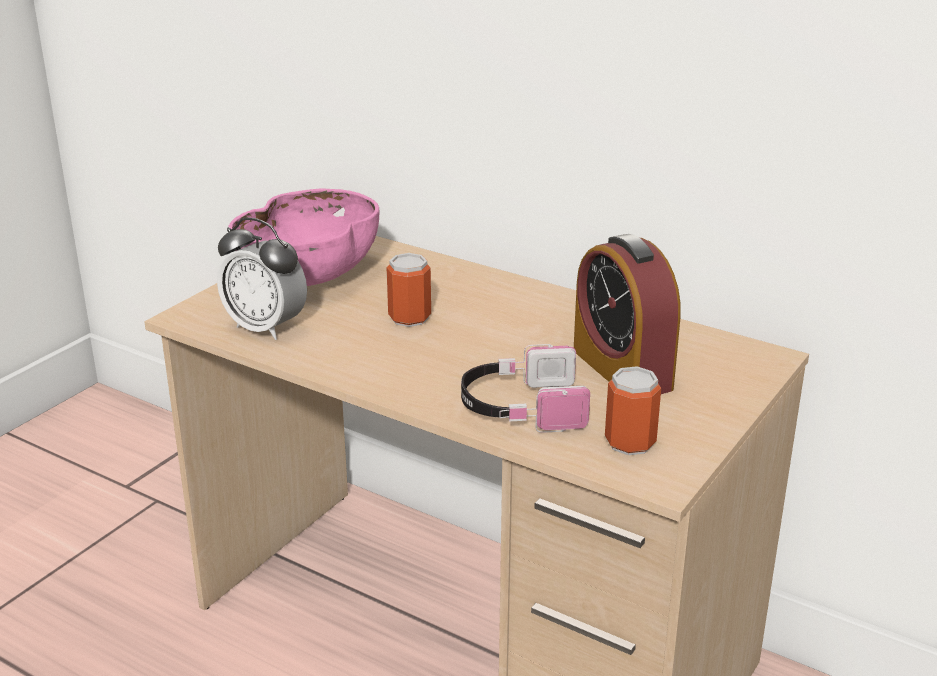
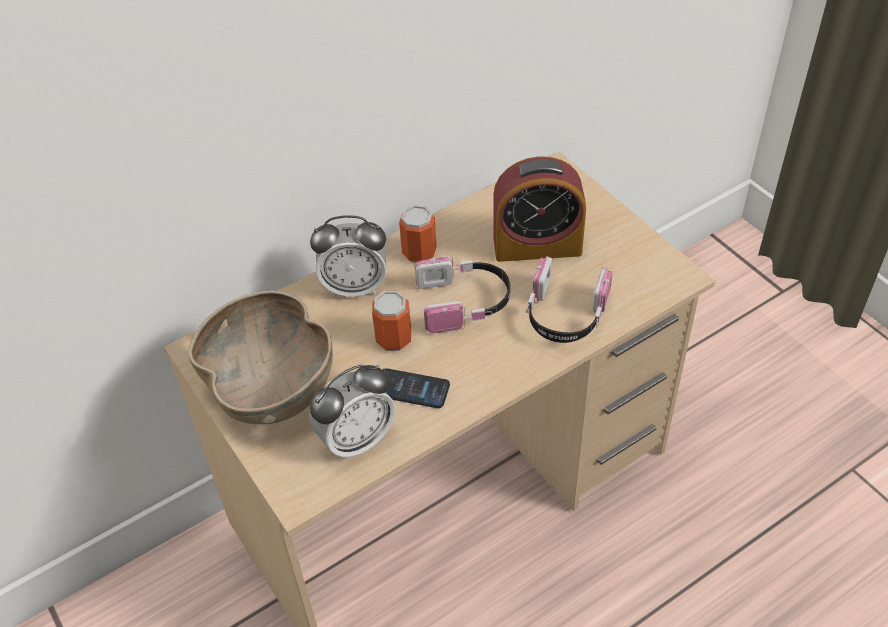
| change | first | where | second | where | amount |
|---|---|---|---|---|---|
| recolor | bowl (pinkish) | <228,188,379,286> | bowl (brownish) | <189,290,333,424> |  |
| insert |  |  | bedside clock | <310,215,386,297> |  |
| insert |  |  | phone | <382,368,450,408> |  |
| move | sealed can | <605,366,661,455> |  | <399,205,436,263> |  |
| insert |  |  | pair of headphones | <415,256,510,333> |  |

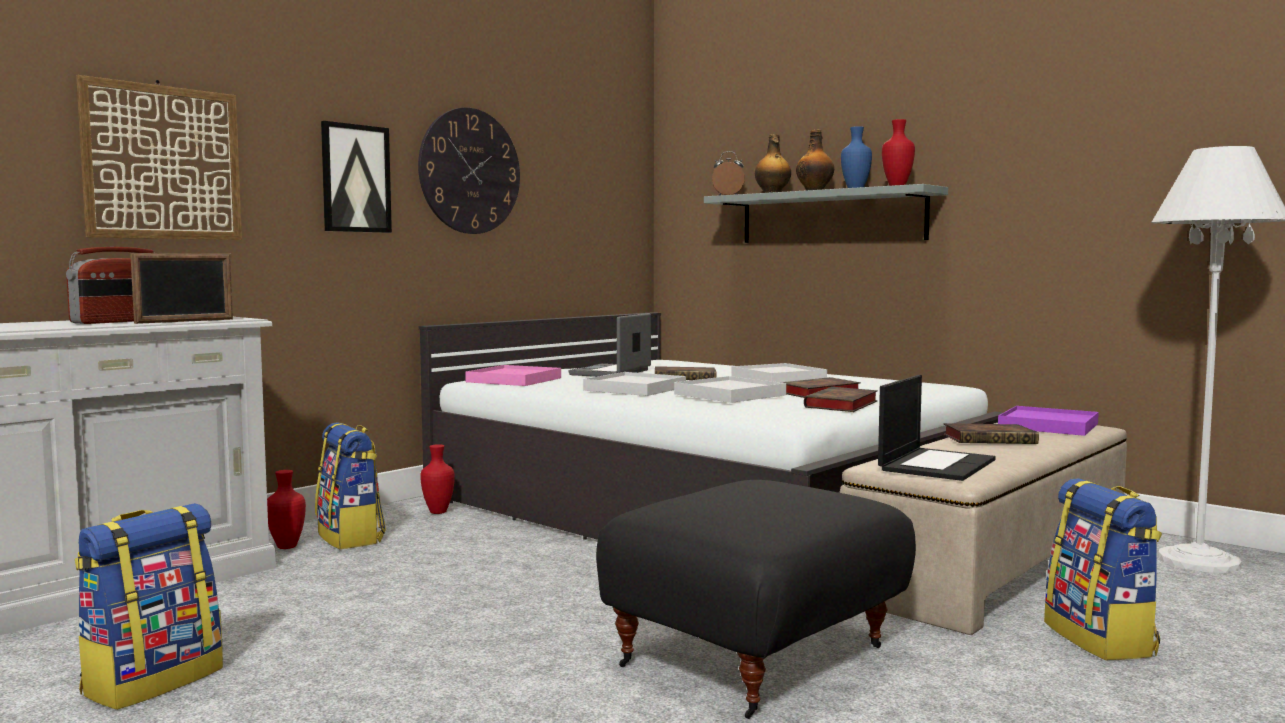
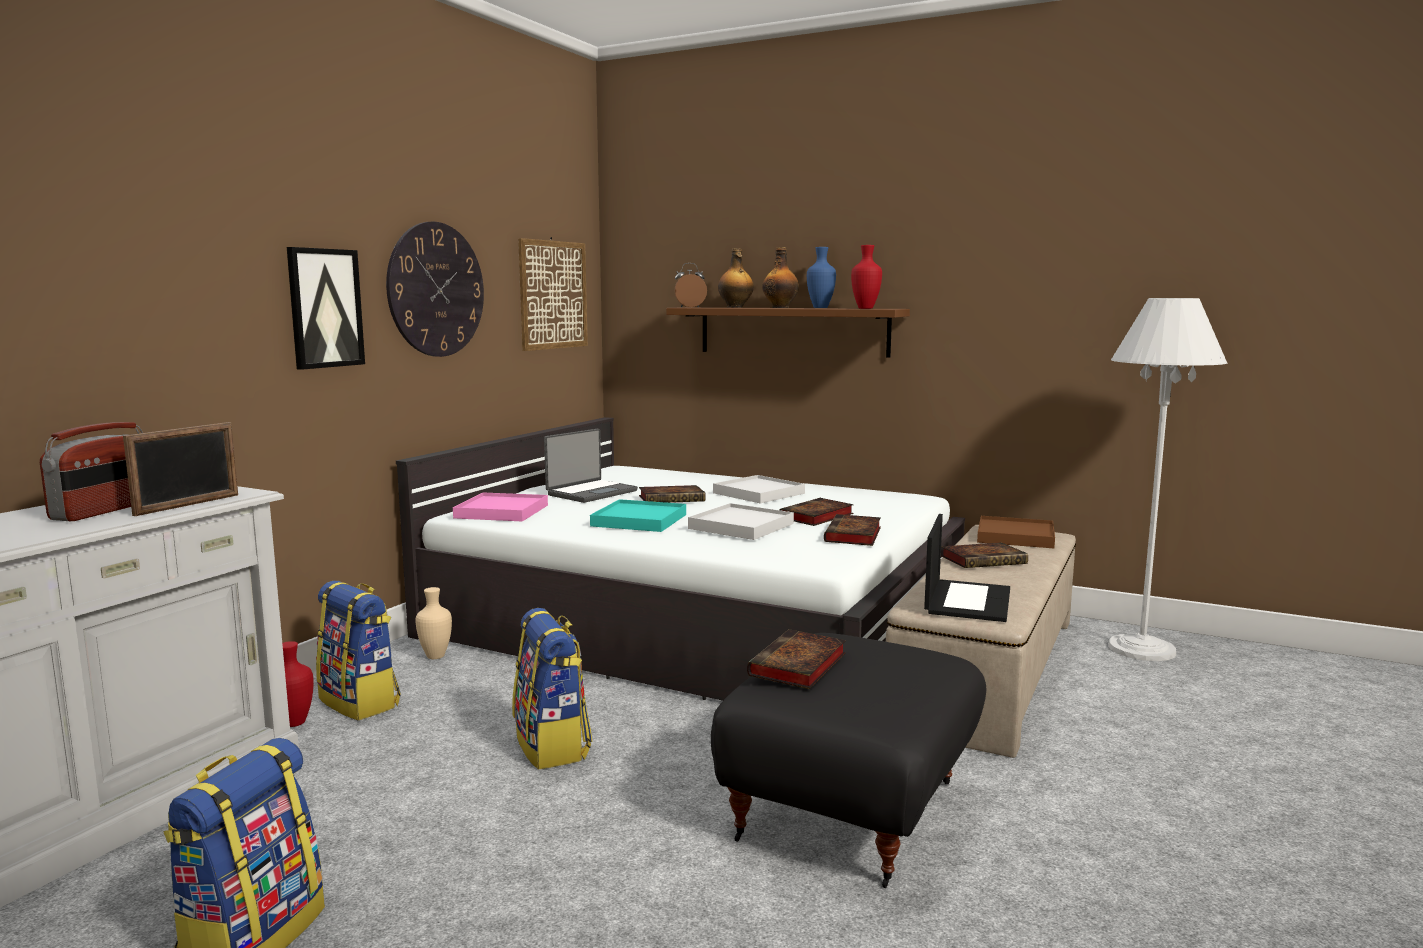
| change | first | where | second | where | amount |
|---|---|---|---|---|---|
| recolor | decorative vase (red-coloured) | <420,444,455,514> | decorative vase (beige) | <416,587,452,659> |  |
| move | backpack | <1044,478,1162,660> |  | <512,608,593,770> |  |
| move | wall art | <76,75,242,240> |  | <518,237,588,351> |  |
| rotate | notebook computer | <569,313,651,377> |  | <544,429,638,503> | 150 degrees counterclockwise |
| recolor | tray (white) | <583,372,686,396> | tray (turquoise-coloured) | <590,499,686,532> |  |
| recolor | bracket shelf (grey) | <704,184,948,243> | bracket shelf (brownish) | <666,307,910,358> |  |
| insert |  |  | book | <747,629,846,689> |  |
| recolor | tray (purple) | <998,406,1099,436> | tray (brownish) | <977,516,1055,548> |  |

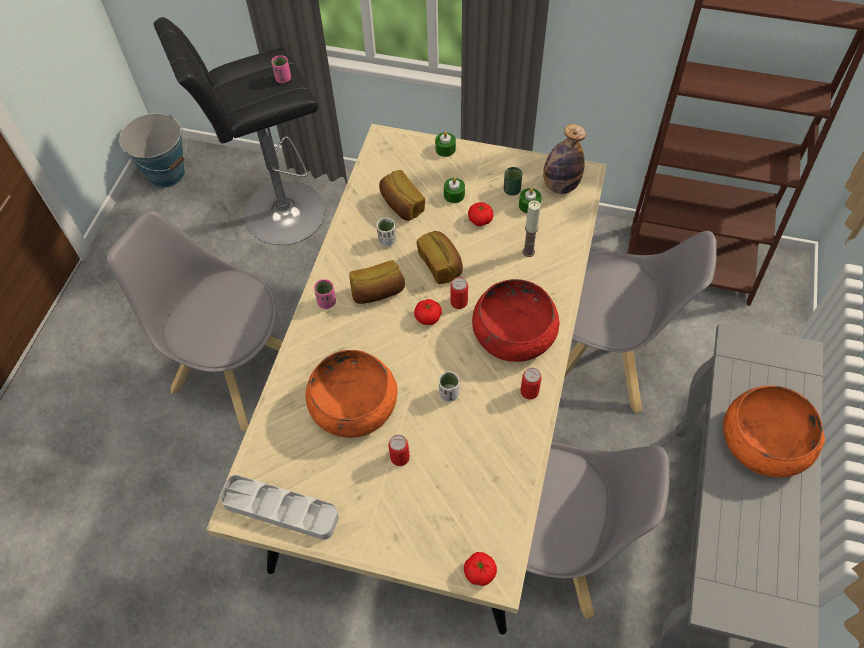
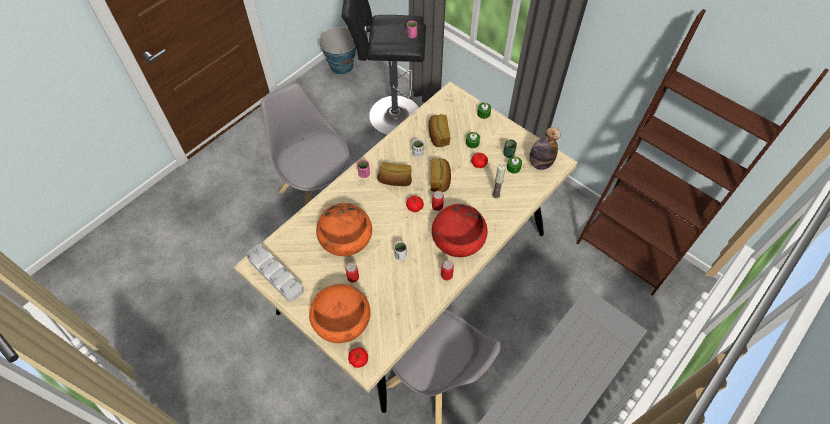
| change | first | where | second | where | amount |
|---|---|---|---|---|---|
| move | bowl (orange-coloured) | <723,386,825,477> |  | <309,284,371,343> |  |
| delete | upright chair (grey) | <564,231,717,413> |  |  |  |

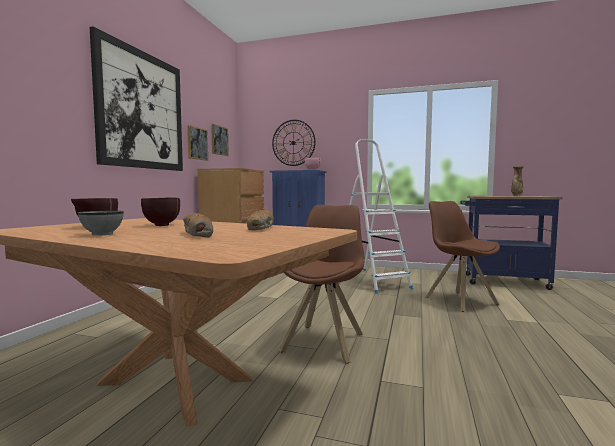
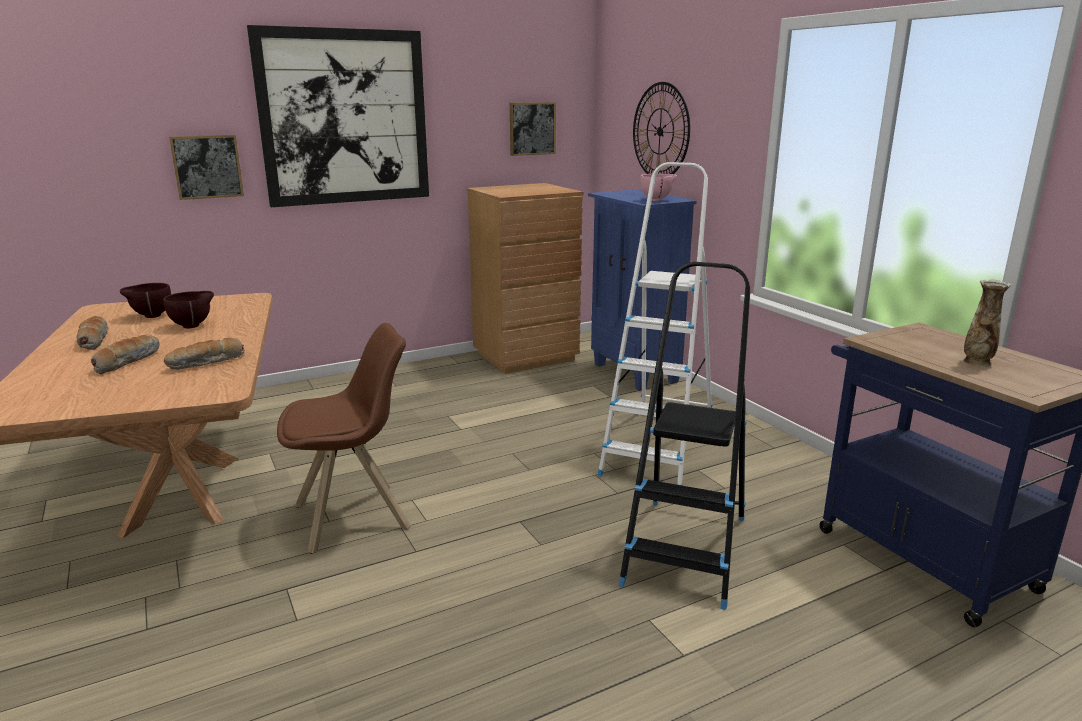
| change | first | where | second | where | amount |
|---|---|---|---|---|---|
| replace | bowl (grey) | <78,211,124,236> | bread | <77,316,109,350> |  |
| move | wall art | <187,125,208,161> |  | <169,135,244,200> |  |
| replace | upright chair (brownish) | <425,201,500,312> | stepladder (black) | <619,262,750,610> |  |

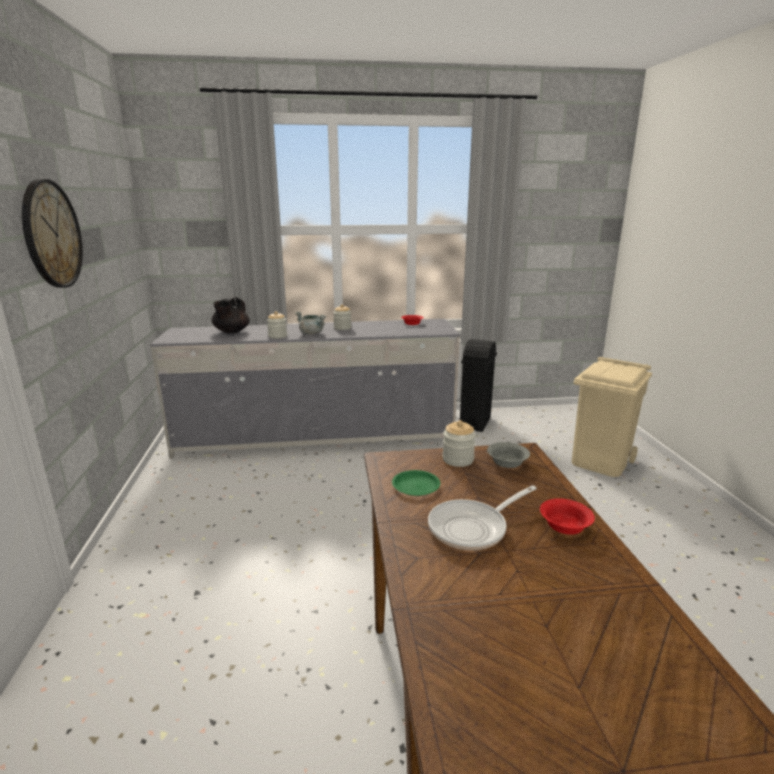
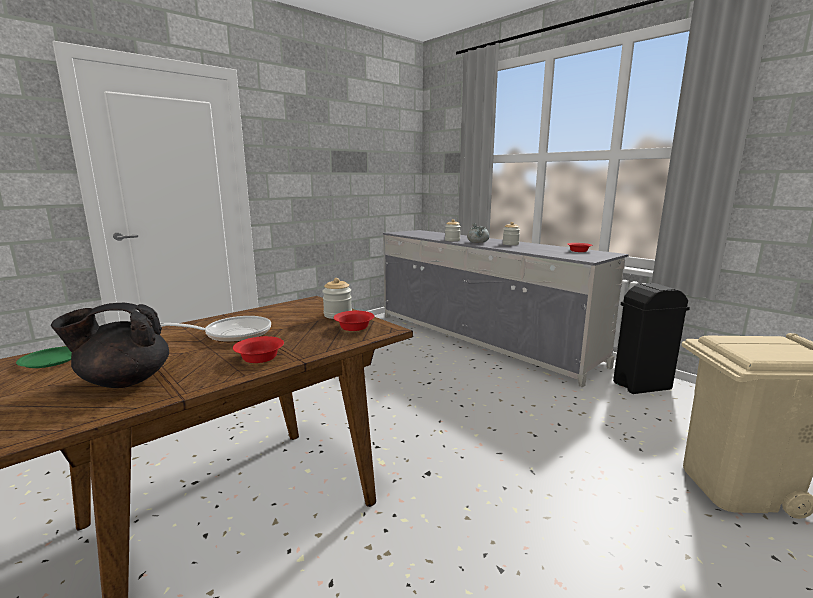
| change | first | where | second | where | amount |
|---|---|---|---|---|---|
| move | flat dish (greenish) | <392,470,440,496> |  | <16,346,72,368> |  |
| move | teapot (black) | <212,297,250,333> |  | <51,303,169,388> |  |
| rotate | skillet | <428,485,537,550> |  | <160,316,271,342> | 150 degrees clockwise |
| recolor | bowl (grey) | <487,442,530,468> | bowl (red-coloured) | <334,311,374,331> |  |
| delete | hanging clock | <22,179,83,288> |  |  |  |

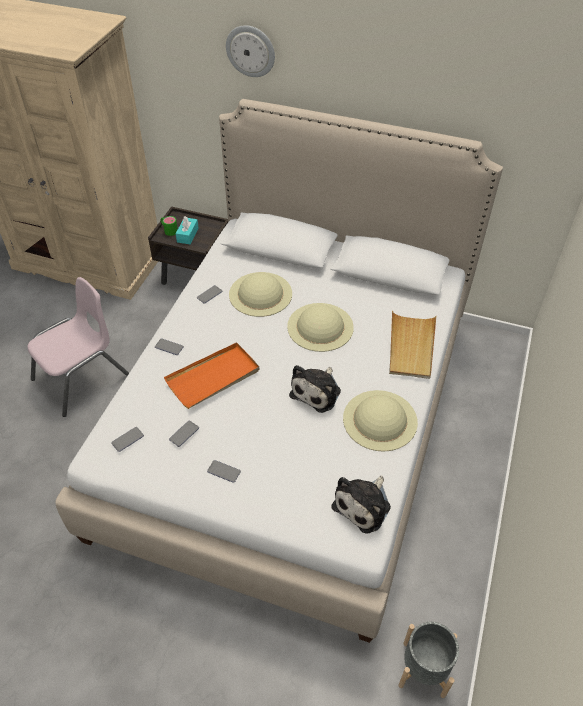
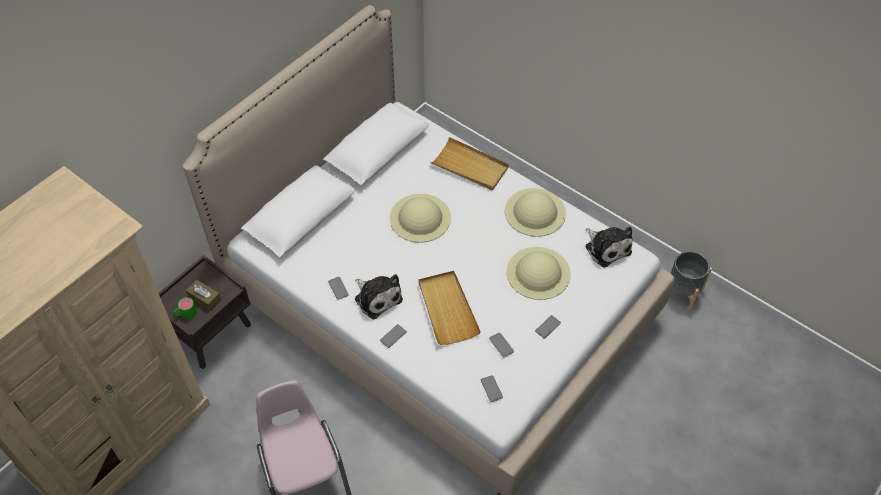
| change | first | where | second | where | amount |
|---|---|---|---|---|---|
| recolor | tissue holder (turquoise-coloured) | <176,216,199,244> | tissue holder (brownish) | <186,279,221,311> |  |
| move | plush toy | <289,365,341,413> |  | <355,274,403,319> |  |
| recolor | tray (orange-coloured) | <164,342,259,409> | tray (beige) | <418,271,481,345> |  |
| move | clothing hat (beige) | <229,272,292,317> |  | <506,247,571,300> |  |
| delete | hanging clock | <226,25,275,77> |  |  |  |

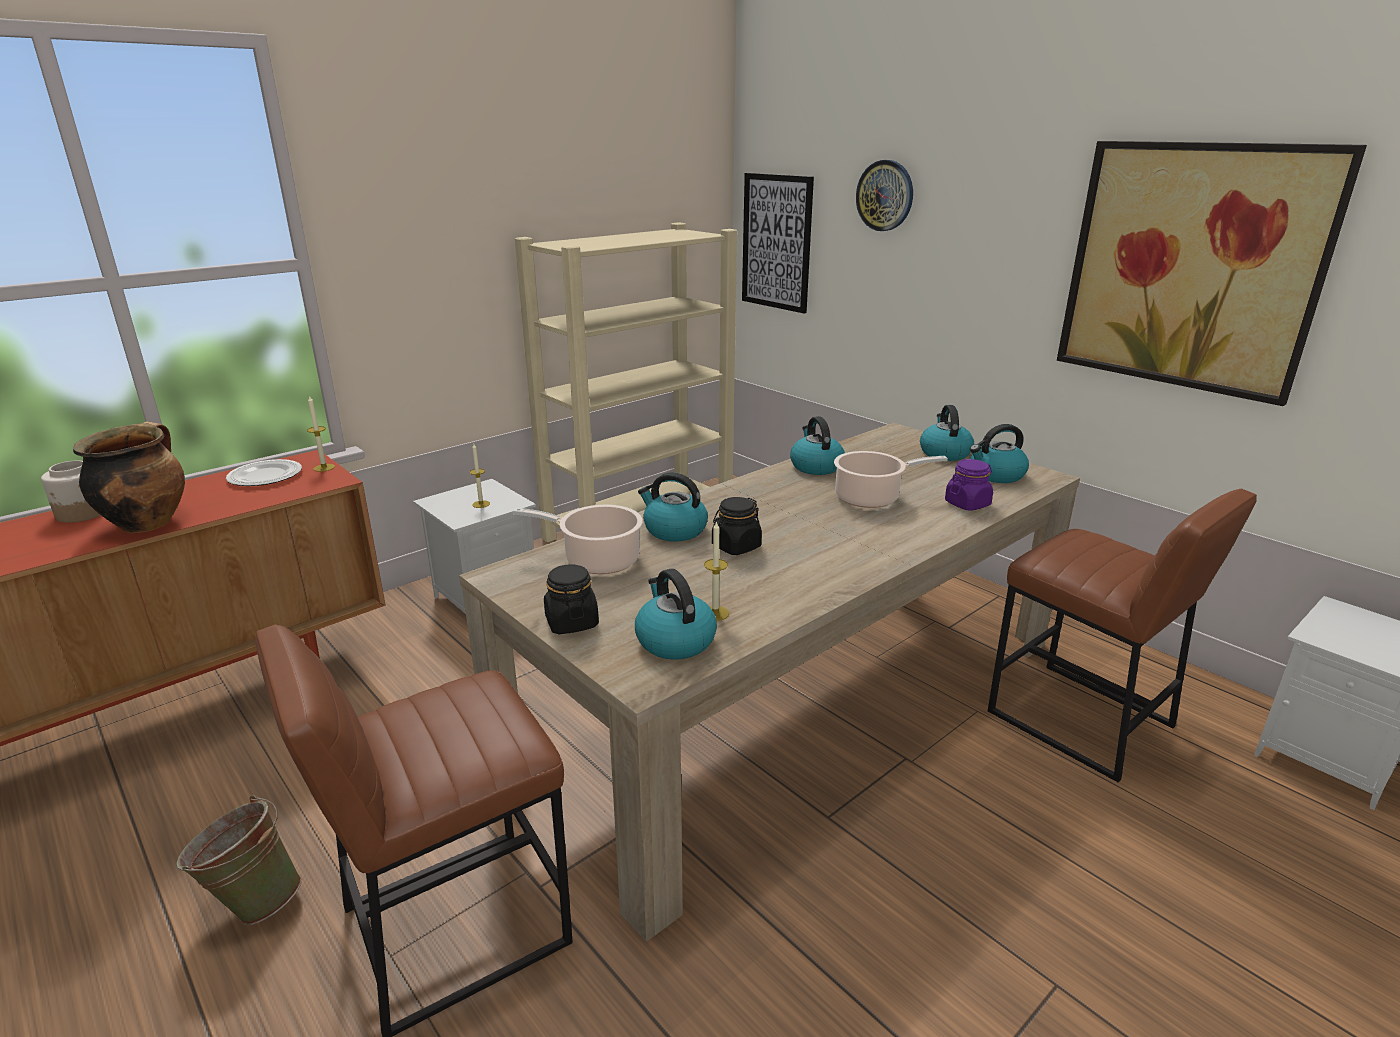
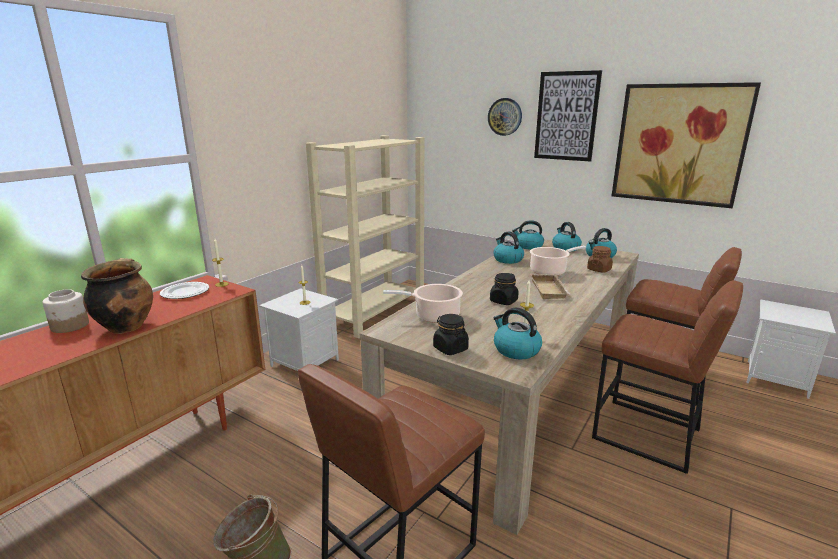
| change | first | where | second | where | amount |
|---|---|---|---|---|---|
| move | kettle | <638,472,708,542> |  | <512,220,544,250> |  |
| insert |  |  | tray (beige) | <531,274,571,299> |  |
| move | wall art | <742,173,814,313> |  | <534,70,602,162> |  |
| recolor | jar (purple) | <945,459,993,511> | jar (brownish) | <587,246,613,273> |  |
| insert |  |  | upright chair (brownish) | <592,280,743,474> |  |

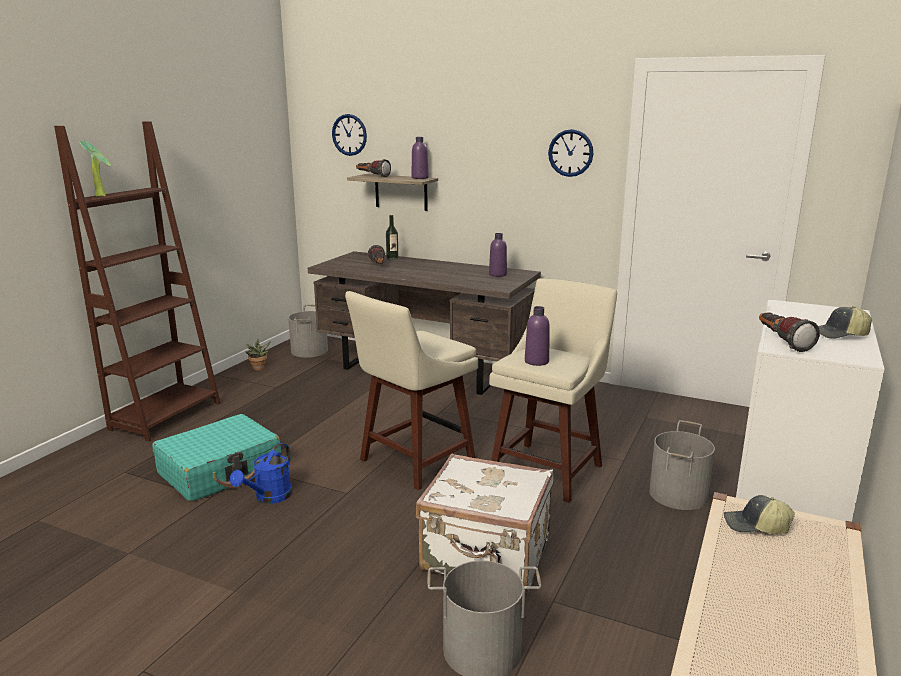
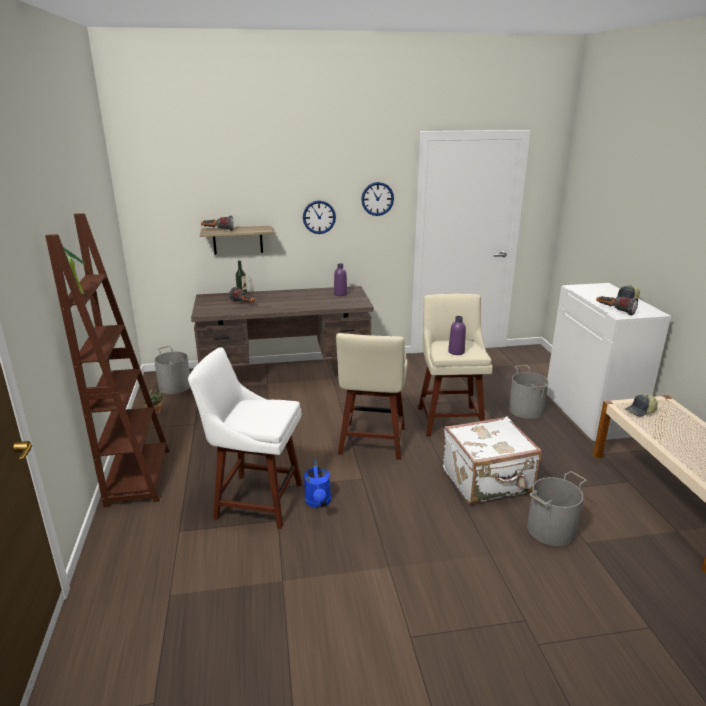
| change | first | where | second | where | amount |
|---|---|---|---|---|---|
| replace | piece of luggage (turquoise-coloured) | <152,414,281,502> | stool (white) | <188,347,302,529> |  |
| move | hanging clock | <332,114,367,156> |  | <303,200,336,234> |  |
| delete | bottle (purple) | <411,137,429,179> |  |  |  |

